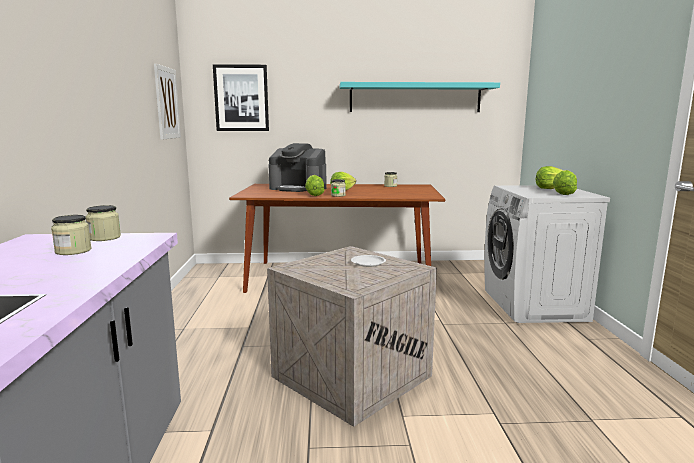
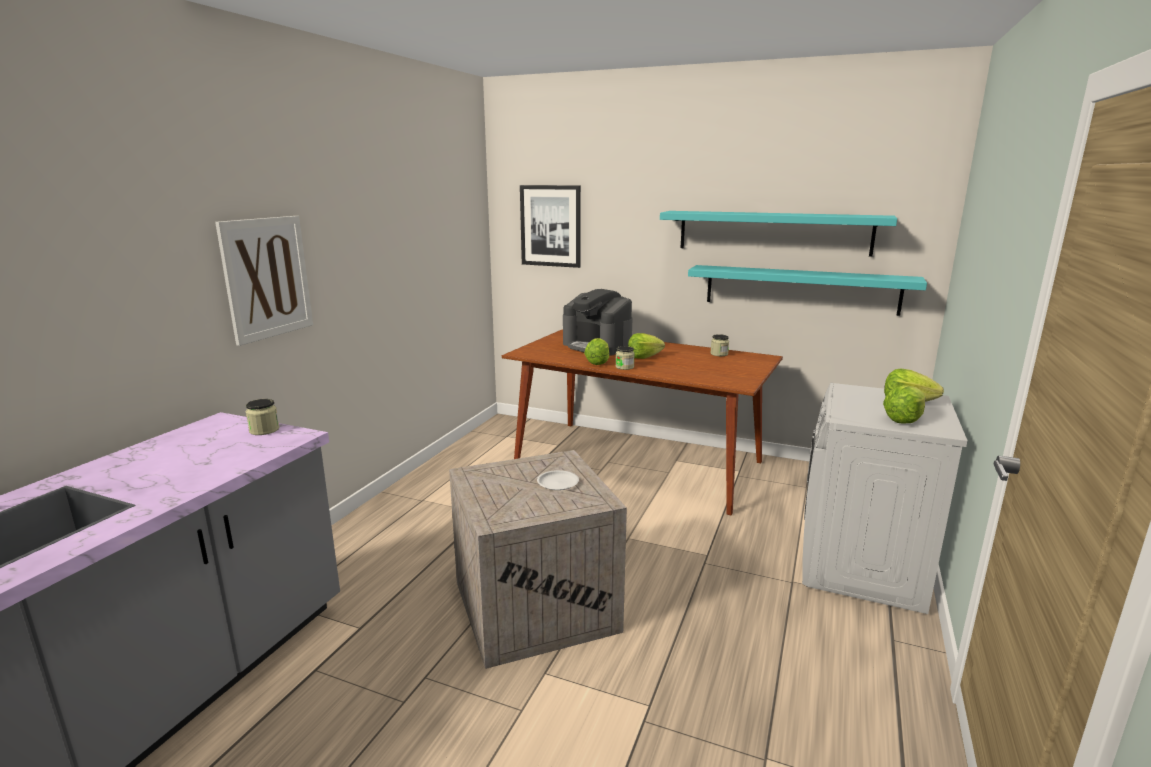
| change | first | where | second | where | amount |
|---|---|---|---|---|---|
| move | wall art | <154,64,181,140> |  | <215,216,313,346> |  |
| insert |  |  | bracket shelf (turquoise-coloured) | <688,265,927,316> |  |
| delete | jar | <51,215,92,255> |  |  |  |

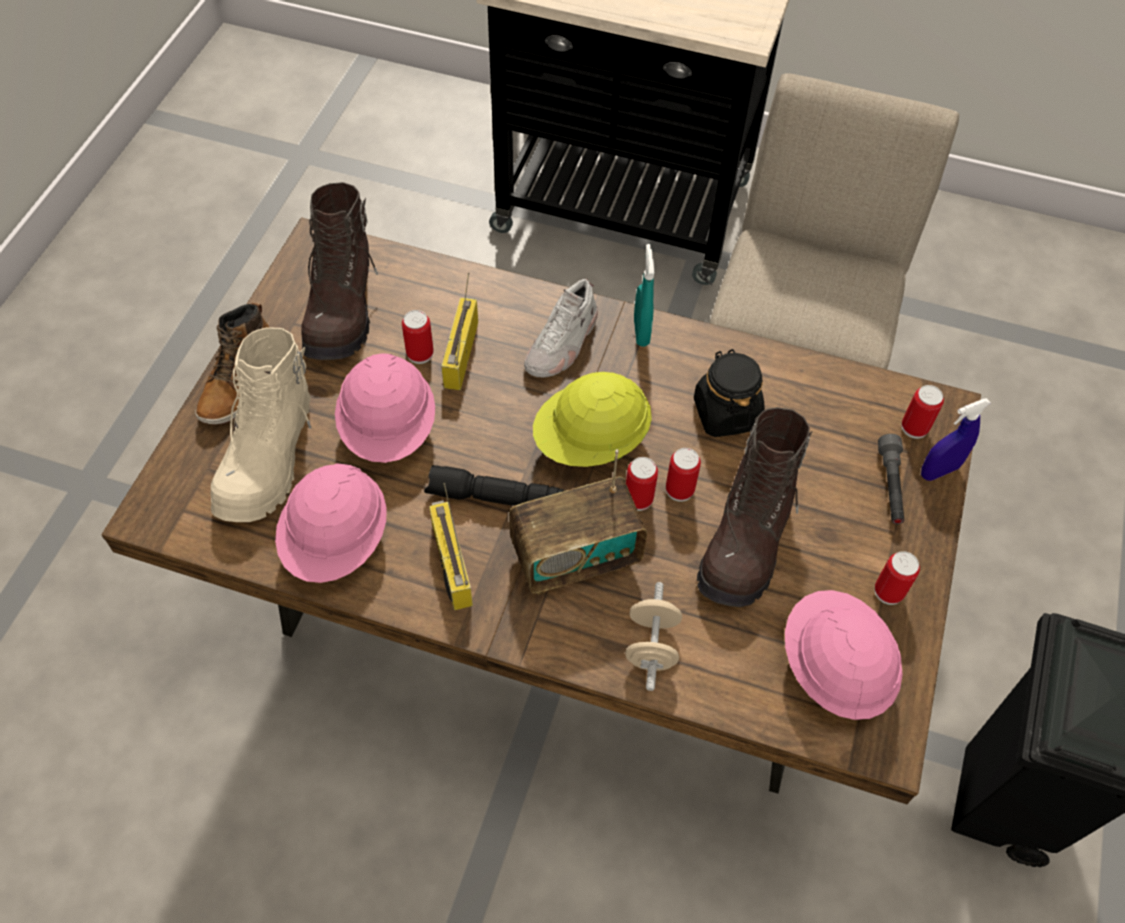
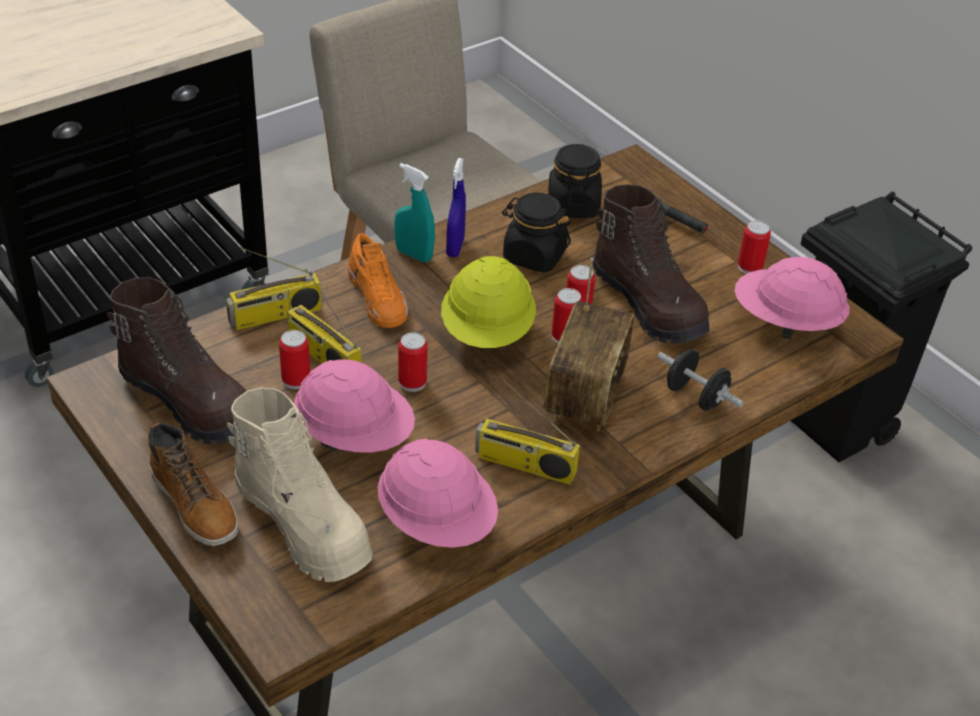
| change | first | where | second | where | amount |
|---|---|---|---|---|---|
| insert |  |  | radio set | <226,247,322,330> |  |
| recolor | low shoe (white) | <524,278,598,378> | low shoe (orange-coloured) | <347,233,408,328> |  |
| move | sealed can | <902,385,944,439> |  | <398,332,428,392> |  |
| move | sprayer (blue) | <921,398,990,481> |  | <446,158,466,257> |  |
| insert |  |  | jar (black) | <548,144,602,218> |  |
| recolor | hand weight (beige) | <625,582,682,691> | hand weight (black) | <657,349,743,411> |  |
| delete | flashlight (black) | <424,465,564,506> |  |  |  |

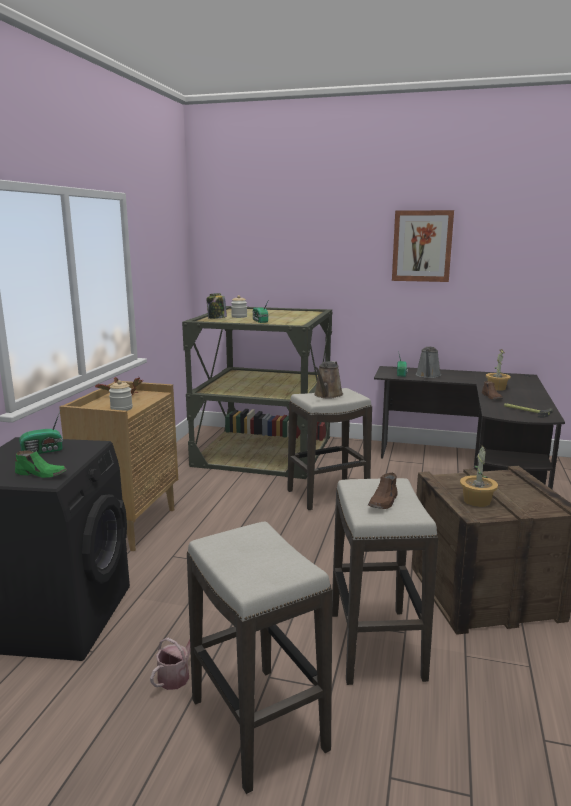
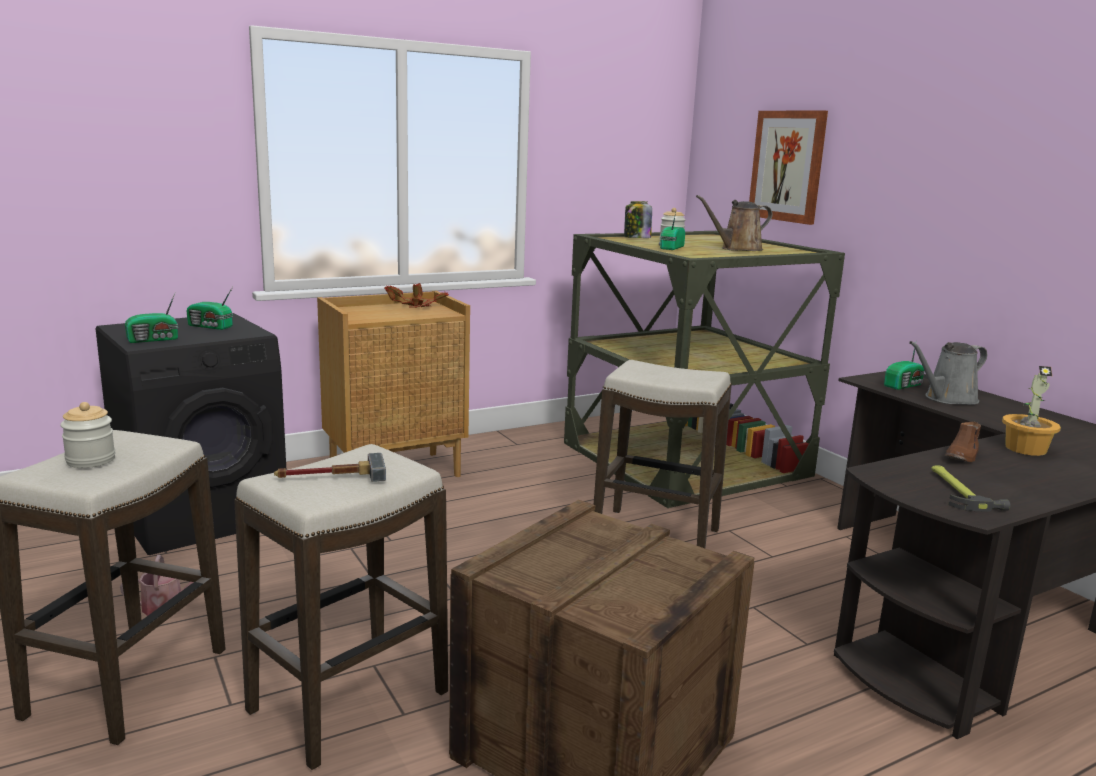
| change | first | where | second | where | amount |
|---|---|---|---|---|---|
| move | jar | <109,380,133,411> |  | <60,402,115,468> |  |
| replace | low shoe (greenish) | <15,450,67,478> | radio set | <125,291,178,343> |  |
| replace | low shoe (brownish) | <368,473,398,509> | hammer | <274,453,386,482> |  |
| move | sprinkling can (brownish) | <314,361,343,399> |  | <696,195,773,251> |  |
| move | wall art | <392,210,454,282> |  | <749,110,828,225> |  |
| delete | plant in a pot | <460,444,498,507> |  |  |  |

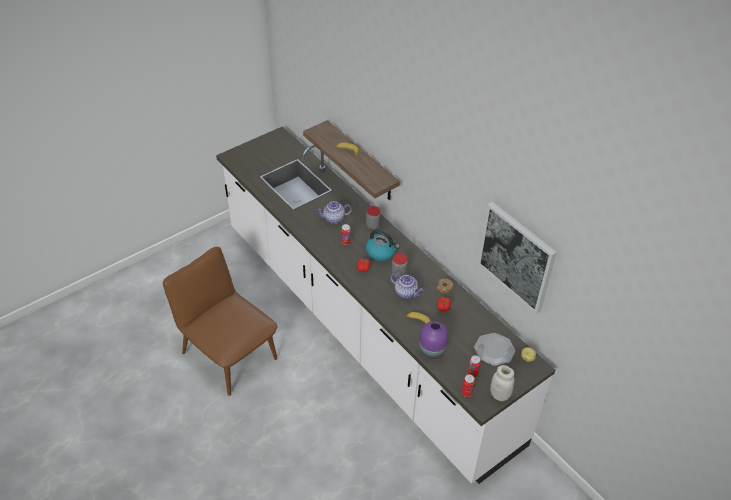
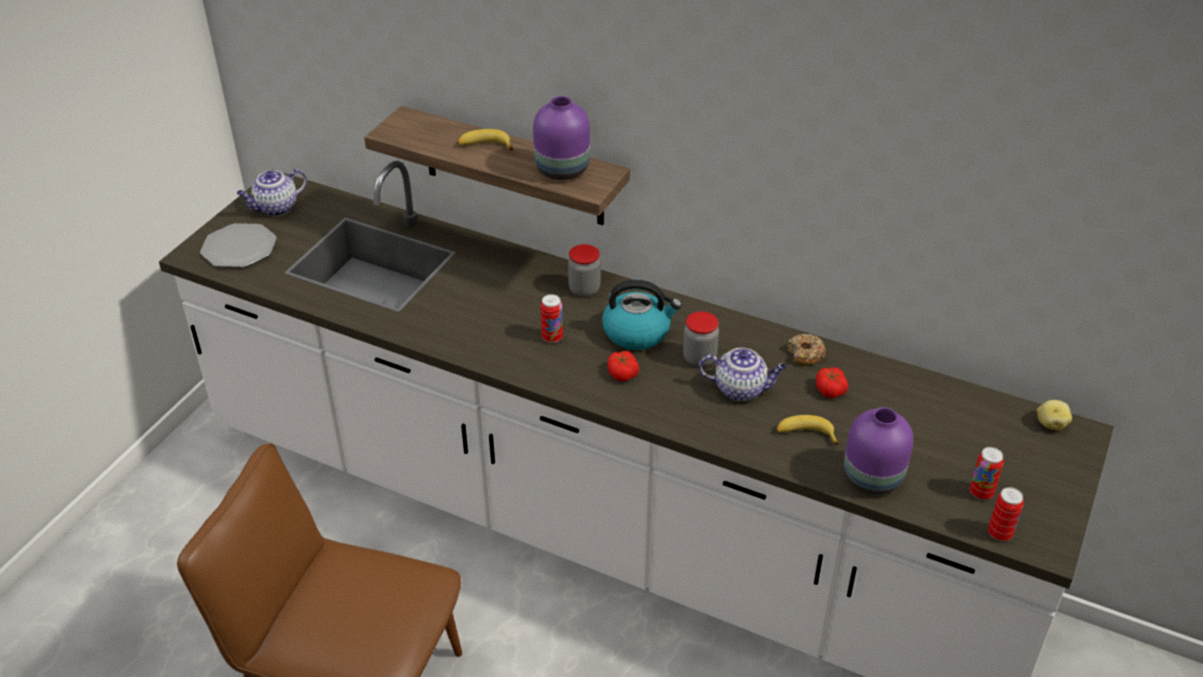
| change | first | where | second | where | amount |
|---|---|---|---|---|---|
| move | flat dish | <474,333,515,366> |  | <200,223,277,267> |  |
| move | teapot | <316,201,352,224> |  | <237,169,307,216> |  |
| insert |  |  | decorative vase (purple) | <533,96,590,180> |  |
| delete | wall art | <478,202,557,314> |  |  |  |
| delete | jar (white) | <490,365,515,401> |  |  |  |

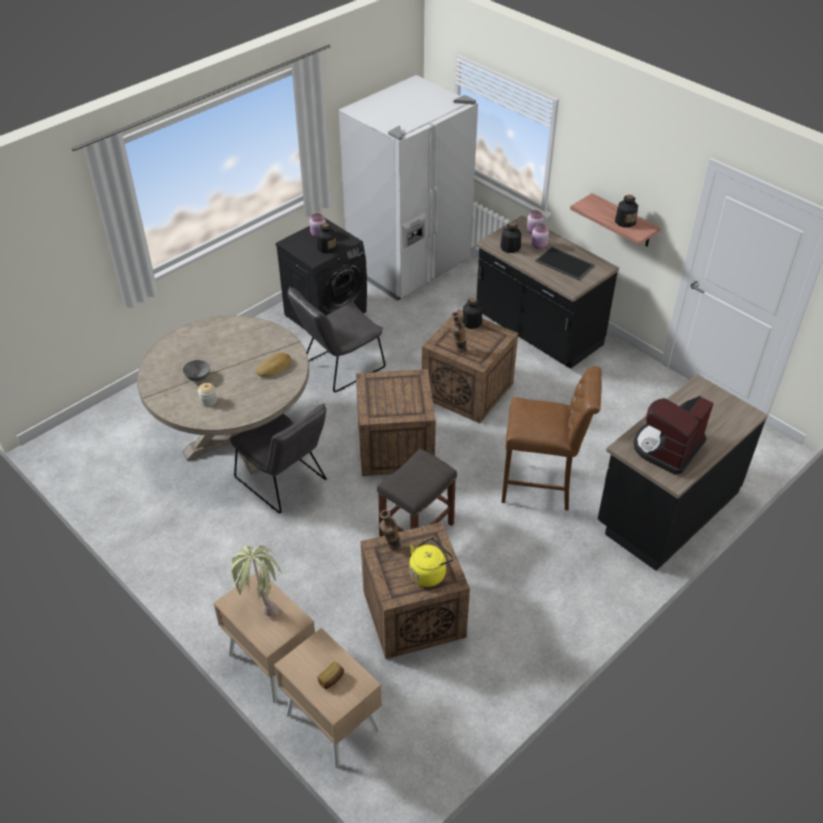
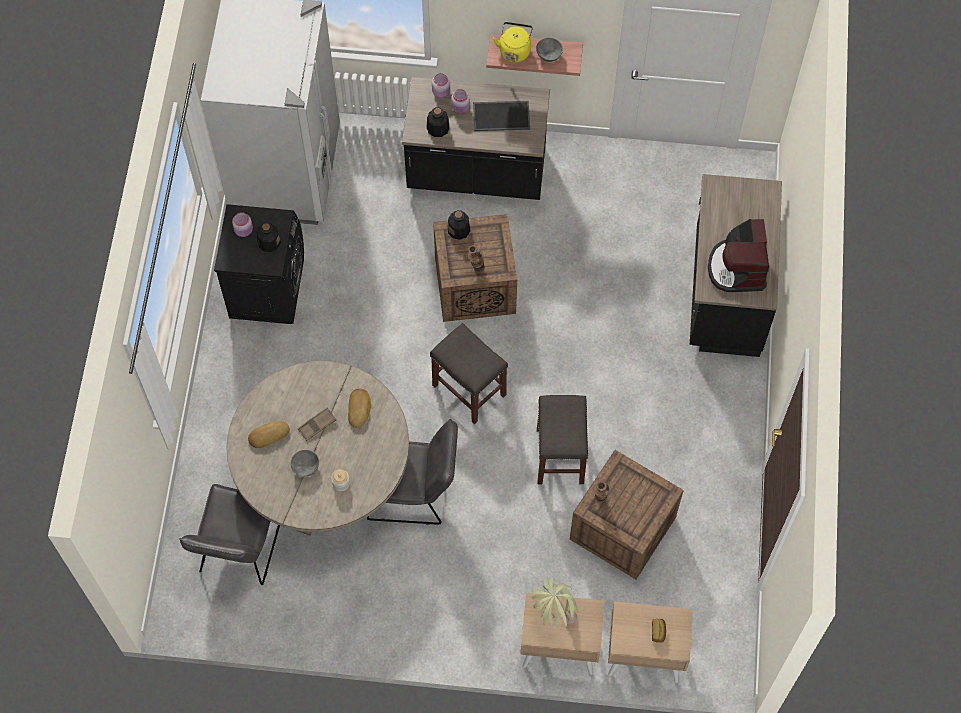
| change | first | where | second | where | amount |
|---|---|---|---|---|---|
| move | upright chair (grey) | <288,286,385,392> |  | <179,484,280,585> |  |
| insert |  |  | bread | <248,421,290,448> |  |
| insert |  |  | tray (brownish) | <297,408,336,441> |  |
| replace | shipping crate | <356,369,436,476> | stool (grey) | <430,323,508,424> |  |
| move | kettle (yellow) | <410,538,454,587> |  | <493,22,533,63> |  |
| replace | bottle | <615,195,638,228> | bowl (grey) | <536,38,563,62> |  |
| delete | stool (brownish) | <501,366,602,510> |  |  |  |

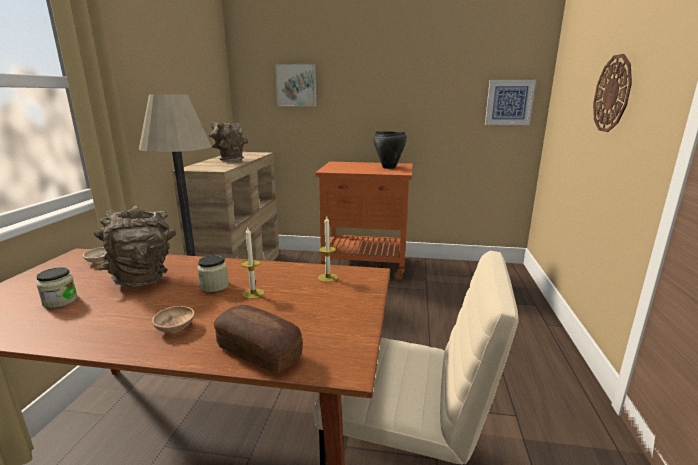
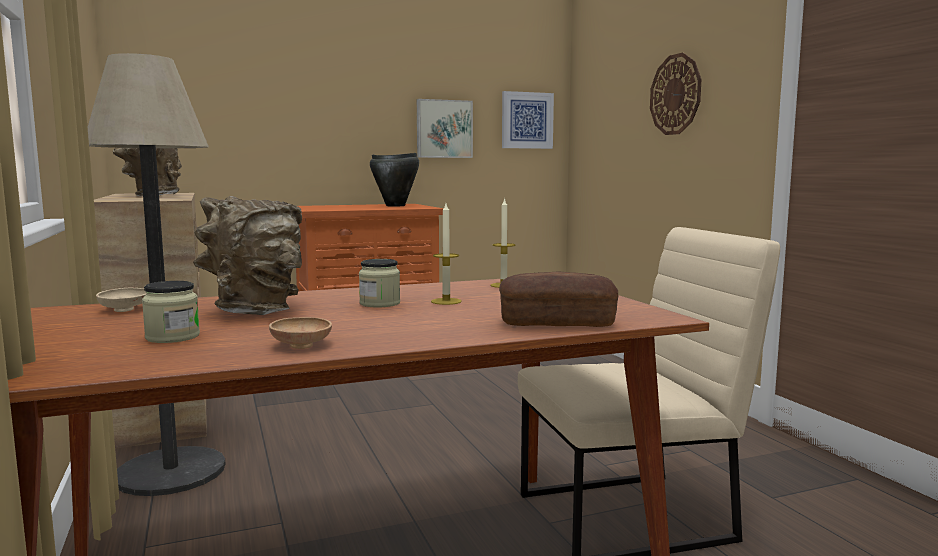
| change | first | where | second | where | amount |
|---|---|---|---|---|---|
| move | bowl (brownish) | <152,306,194,333> |  | <269,317,332,349> |  |
| move | wall art | <275,64,316,106> |  | <417,99,473,158> |  |

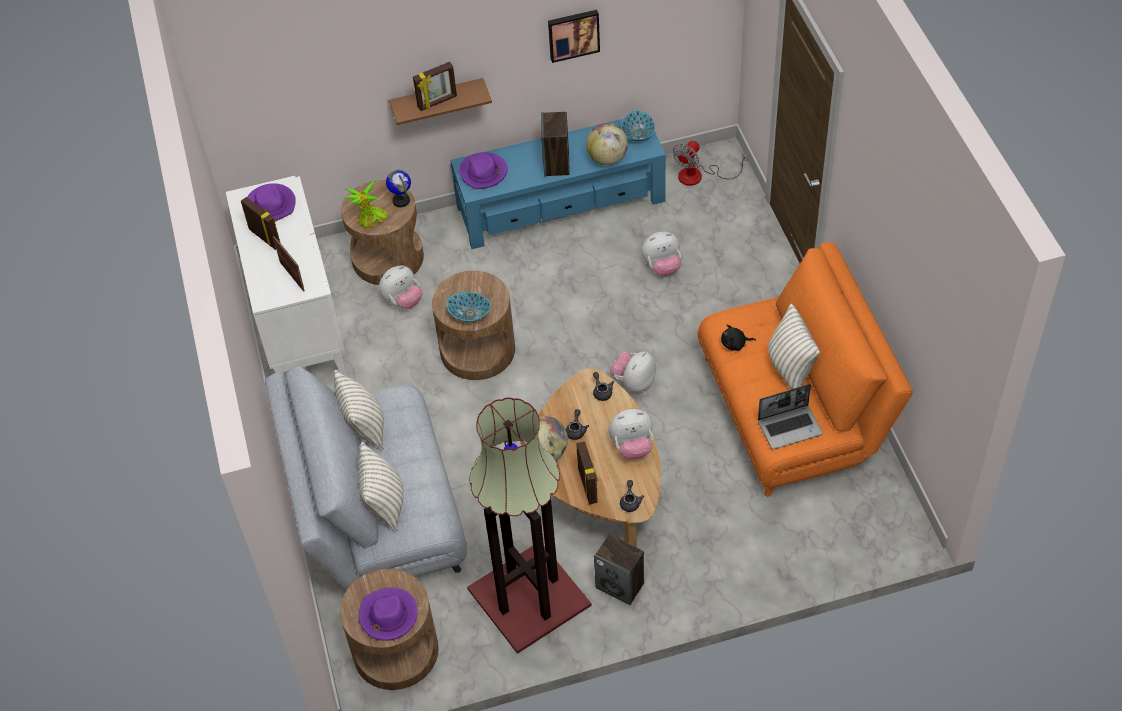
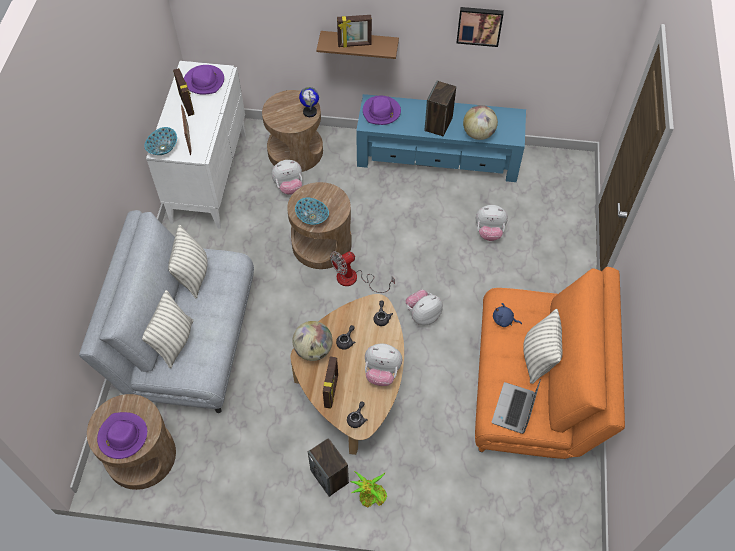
| change | first | where | second | where | amount |
|---|---|---|---|---|---|
| move | bowl | <621,110,655,141> |  | <144,127,177,155> |  |
| move | fan | <673,141,748,186> |  | <330,251,395,293> |  |
| move | plant in a pot | <343,179,387,228> |  | <350,471,387,507> |  |
| rotate | notebook computer | <758,384,823,449> |  | <492,379,541,434> | 105 degrees clockwise |
| recolor | plush toy (black) | <721,324,756,351> | plush toy (blue) | <493,303,522,327> |  |
| delete | standard lamp | <467,397,592,654> |  |  |  |

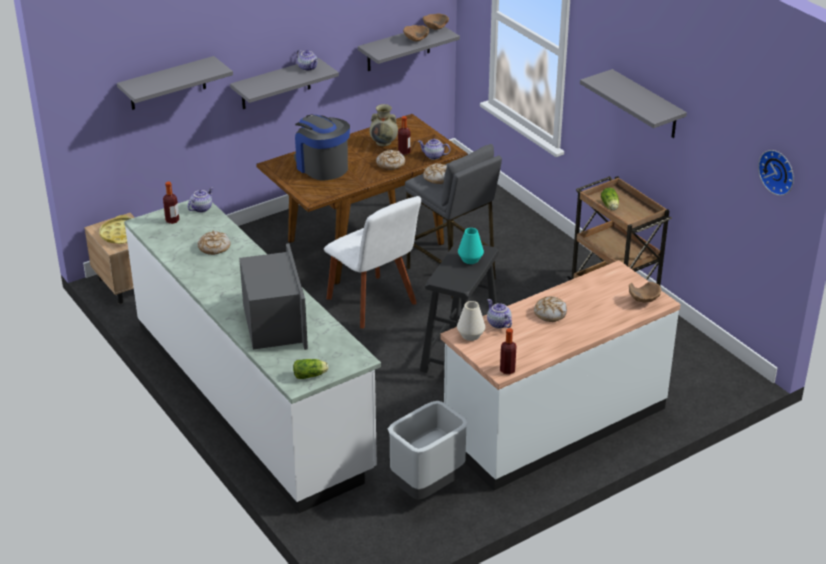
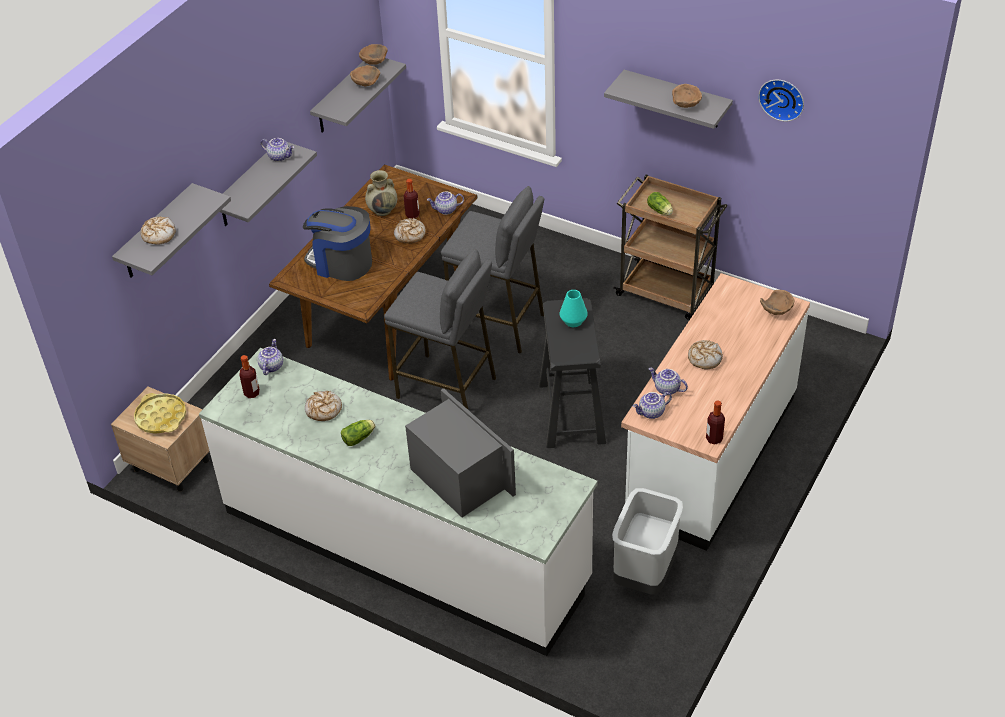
| change | first | where | second | where | amount |
|---|---|---|---|---|---|
| move | bread | <423,163,447,184> |  | <141,216,176,245> |  |
| move | lettuce | <293,359,328,379> |  | <341,420,375,446> |  |
| replace | upright chair (white) | <324,196,421,328> | stool (grey) | <384,249,496,409> |  |
| replace | decorative vase (white) | <457,301,485,341> | teapot | <633,392,672,419> |  |
| insert |  |  | bowl (brownish) | <672,84,702,108> |  |
| move | hanging clock | <758,150,794,196> |  | <758,79,804,121> |  |

